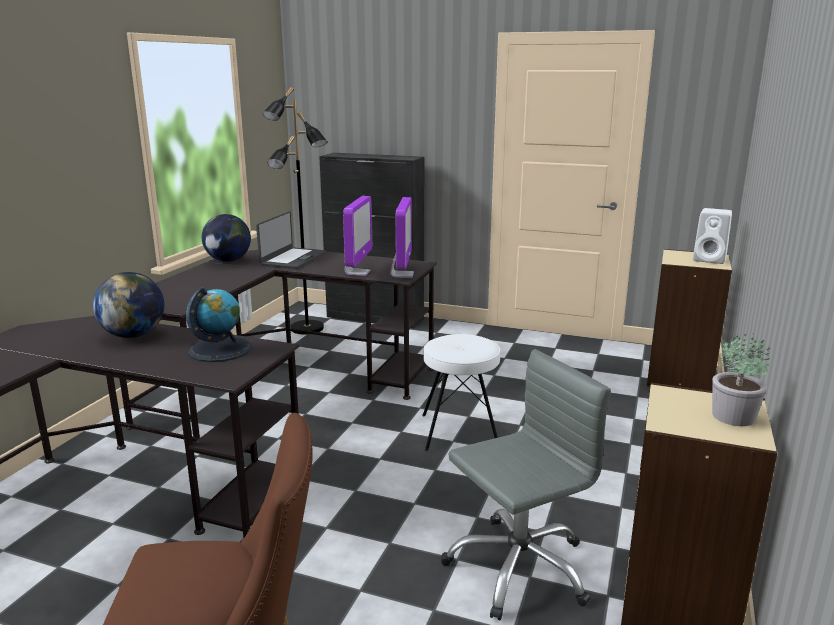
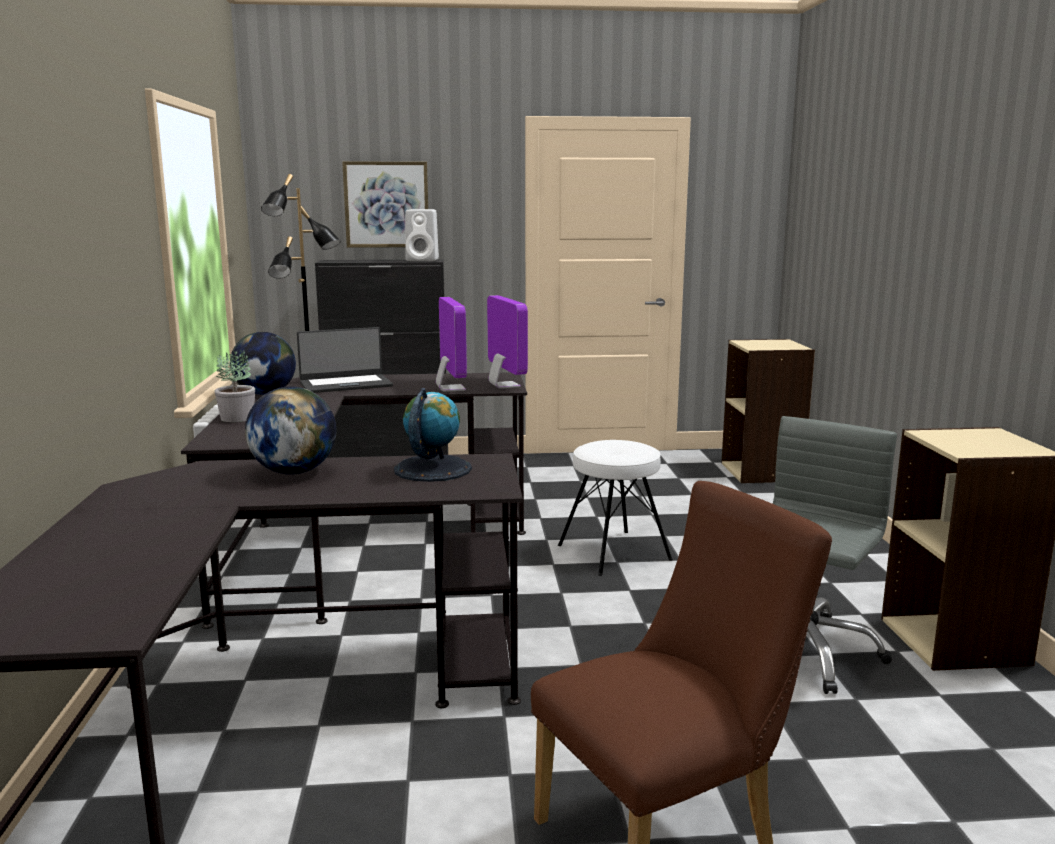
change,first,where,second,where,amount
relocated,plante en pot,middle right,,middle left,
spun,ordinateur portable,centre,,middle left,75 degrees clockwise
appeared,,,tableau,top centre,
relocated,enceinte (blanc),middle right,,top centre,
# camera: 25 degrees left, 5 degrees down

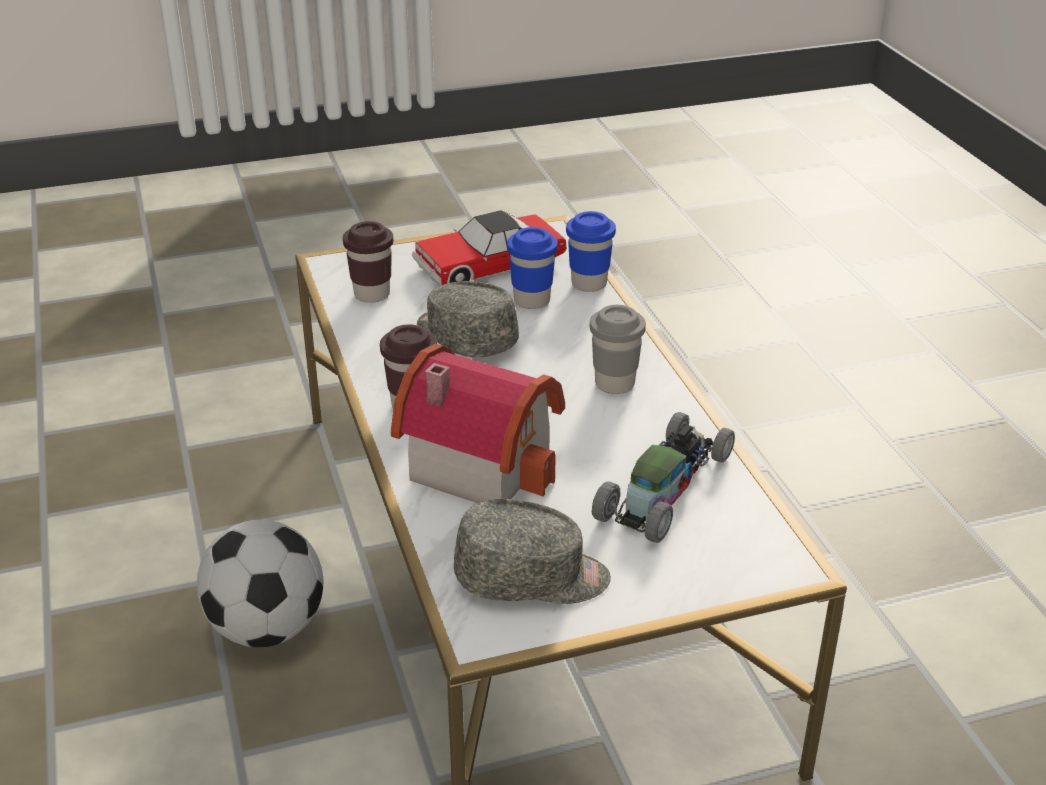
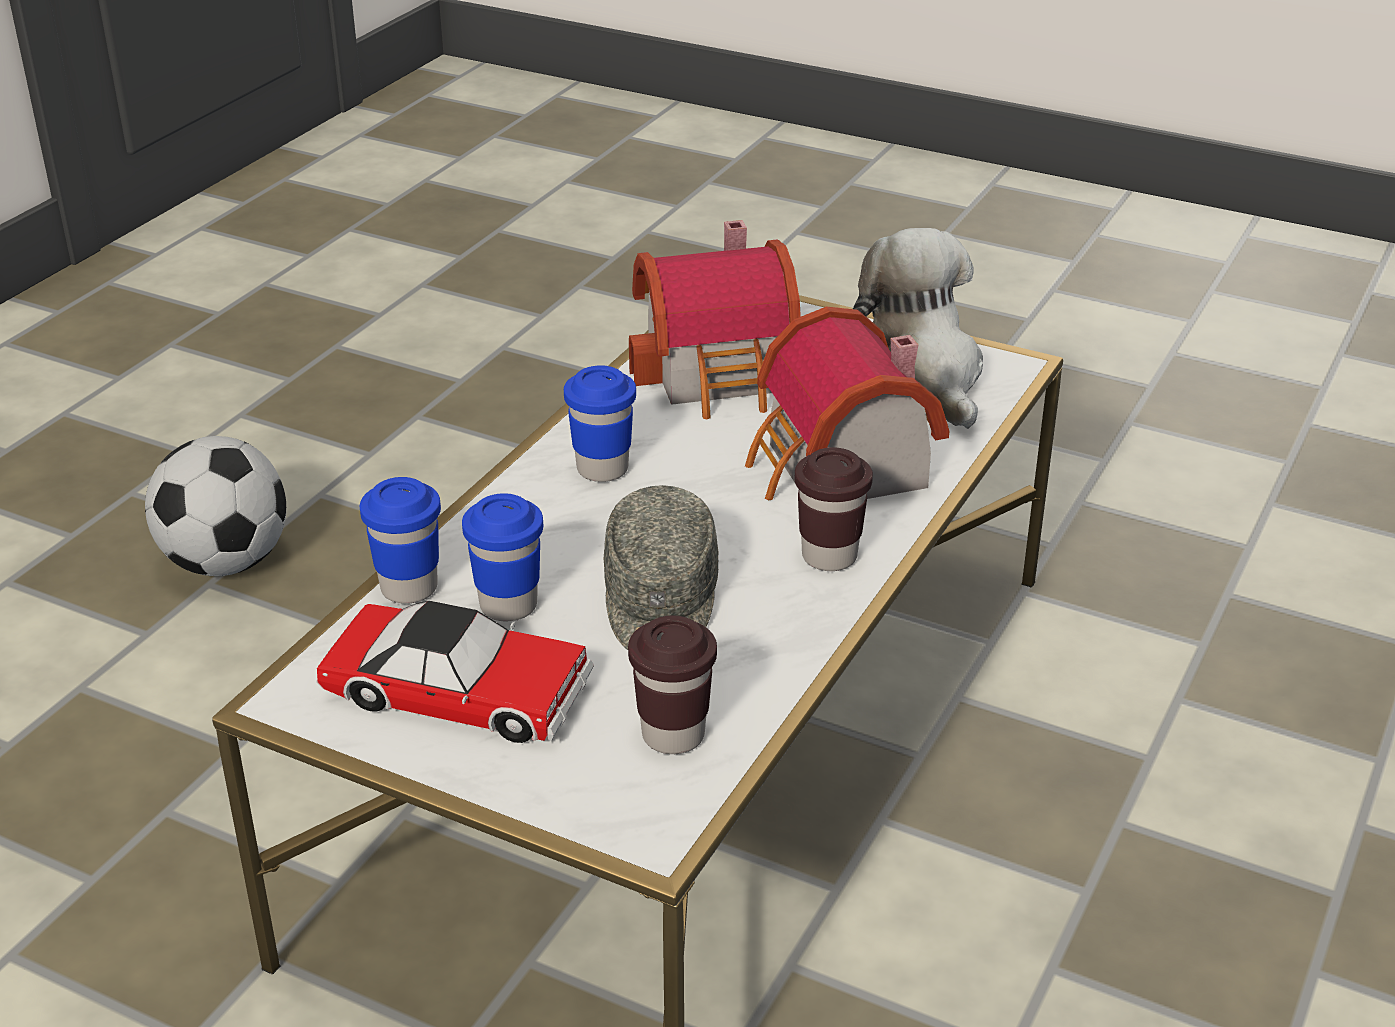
change,first,where,second,where,amount
relocated,ballon de foot,bottom left,,middle left,
colour,tasse (gris),centre,tasse (bleu) (no. 3 from left),centre,
exchanged,petite voiture (no. 2 from left),centre,maison miniature (no. 1 from left),top centre,
exchanged,casquette (gris) (no. 2 from left),bottom centre,peluche,top centre,
# camera: 135 degrees left, 0 degrees up

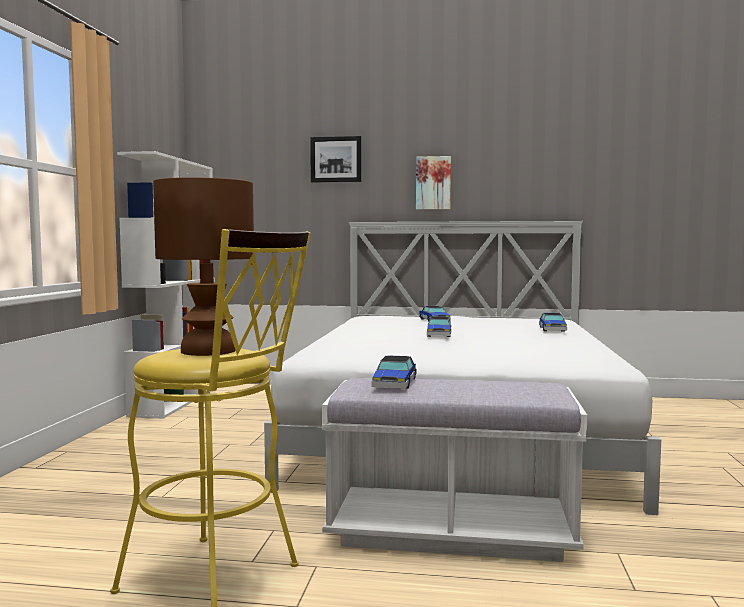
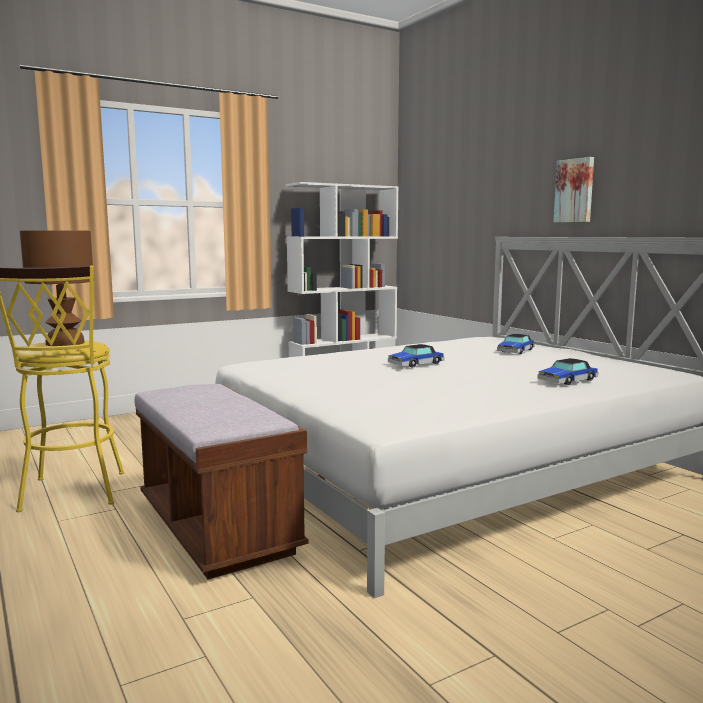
change,first,where,second,where,amount
colour,banc (blanc),bottom centre,banc (marron),bottom left,
missing,tableau (no. 1 from left),top centre,,,
missing,petite voiture (no. 1 from left),centre,,,
# camera: 50 degrees right, 5 degrees up

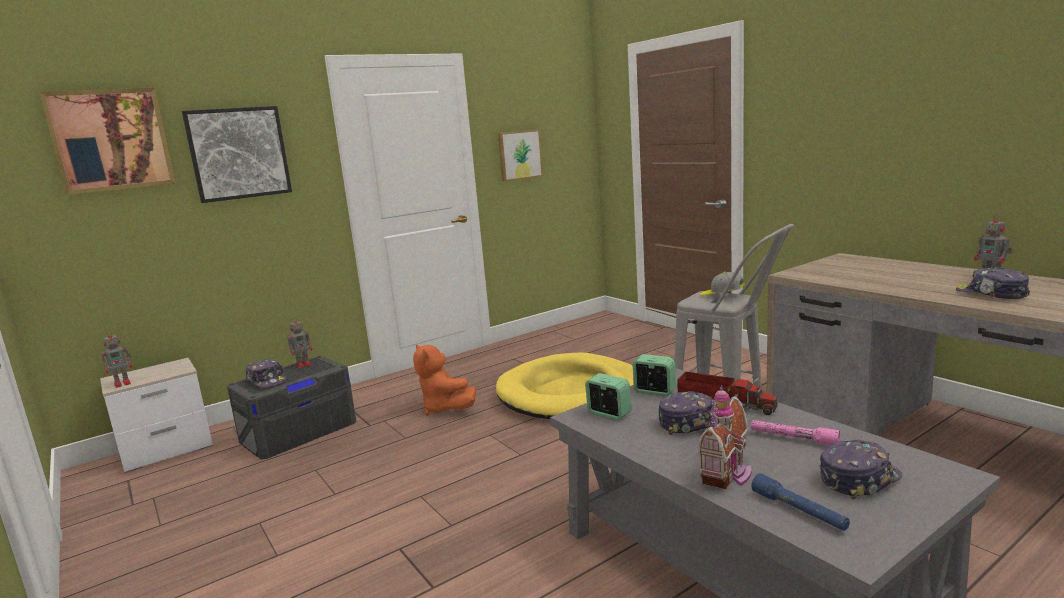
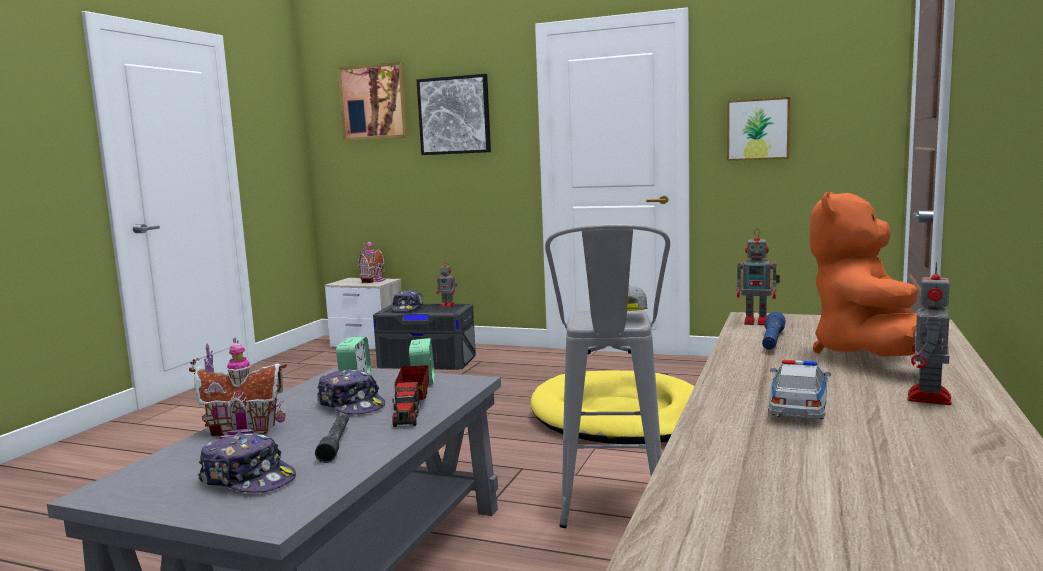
change,first,where,second,where,amount
colour,lampe de poche (rose),bottom right,lampe de poche (gris),bottom left,
appeared,,,maison miniature (no. 2 from left),centre,
relocated,robot jouet (no. 1 from left in the first image),middle left,robot jouet (no. 2 from left),middle right,
relocated,lampe de poche (bleu),bottom right,,middle right,
exchanged,casquette (no. 5 from left),middle right,petite voiture,bottom right,
relocated,peluche (orange),centre,,middle right,
# camera: 55 degrees right, 5 degrees down

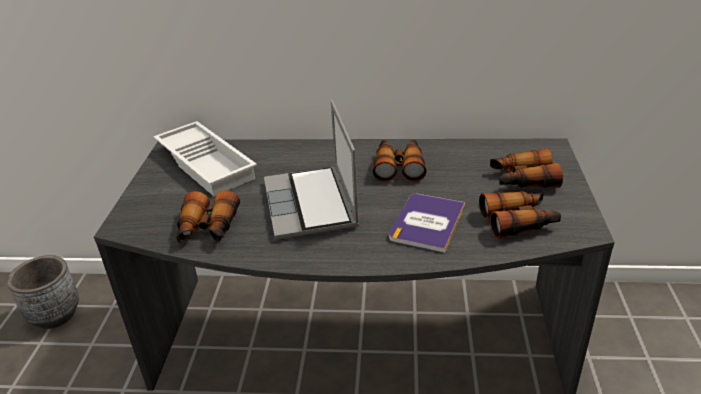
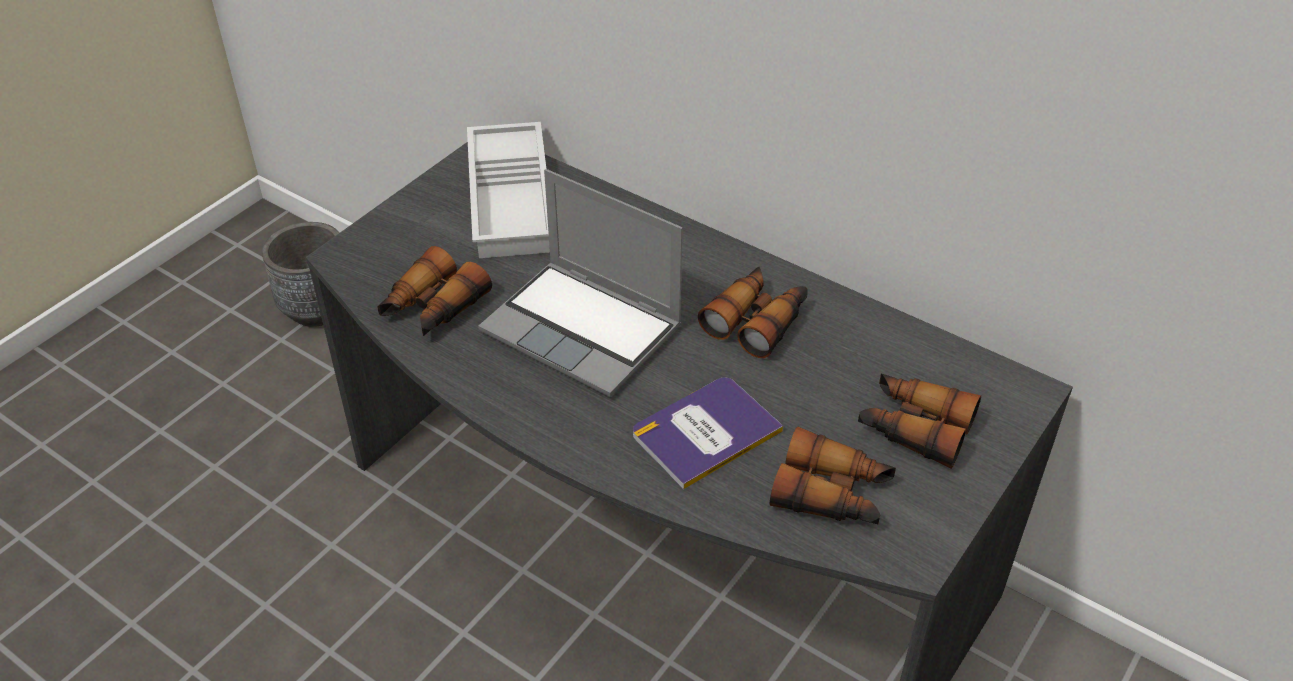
change,first,where,second,where,amount
spun,ordinateur portable,centre,,centre,75 degrees counterclockwise
# camera: 30 degrees right, 10 degrees up

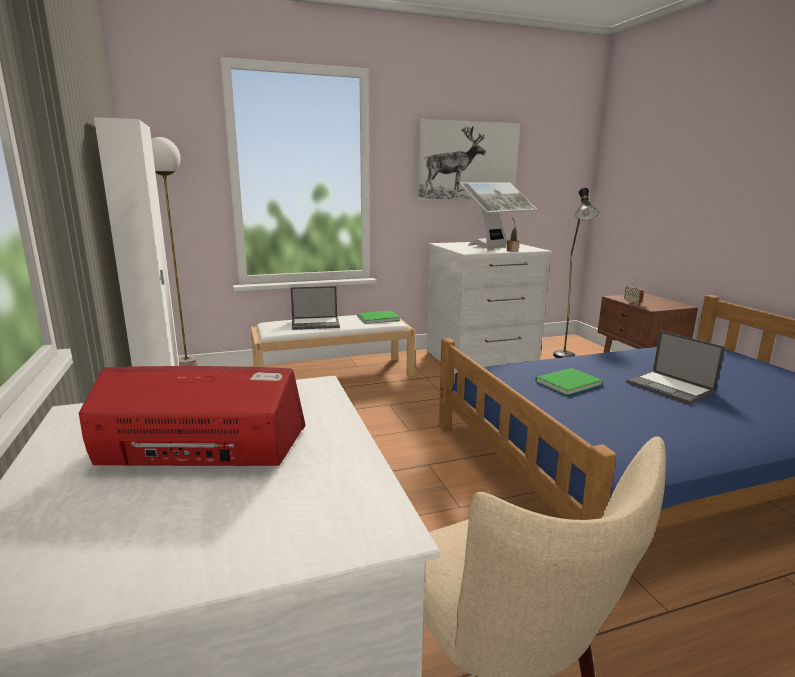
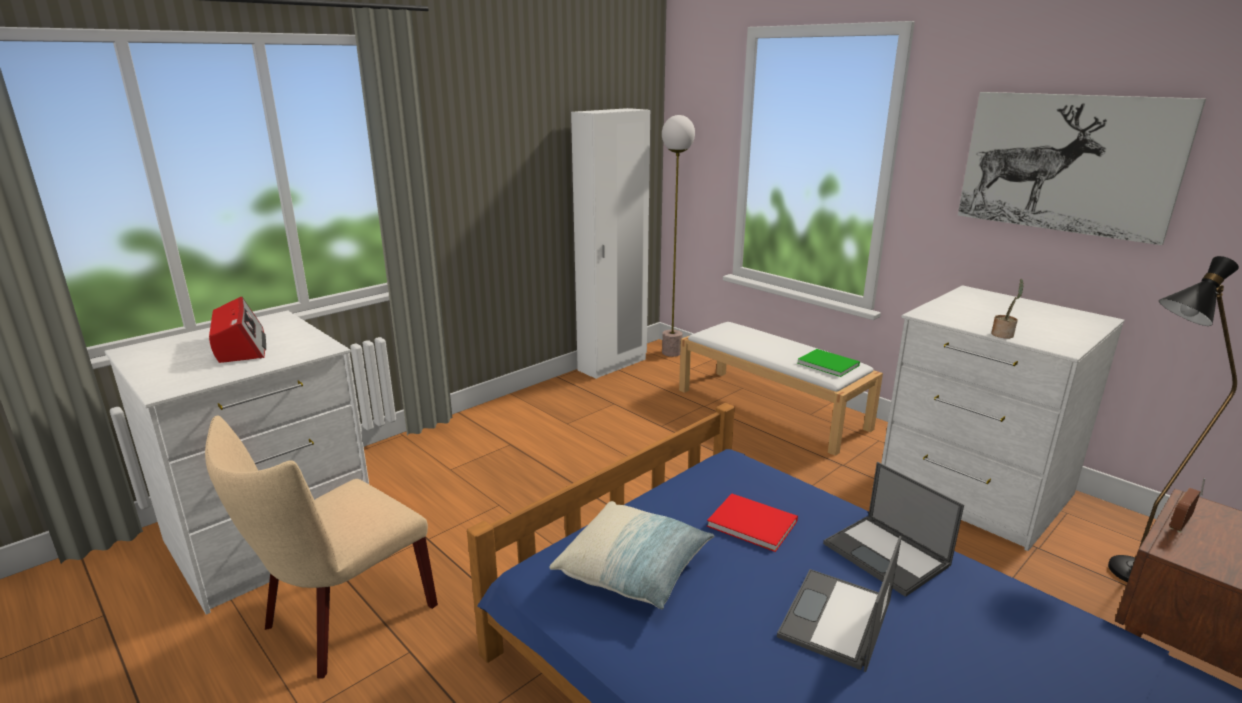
change,first,where,second,where,amount
appeared,,,coussin,bottom centre,
colour,livre (vert) (no. 2 from left),middle right,livre (rouge),bottom centre,
relocated,ordinateur portable (no. 1 from left in the first image),centre,ordinateur portable (no. 2 from left),bottom right,
missing,écran d'ordinateur,top centre,,,
# camera: 65 degrees right, 5 degrees up

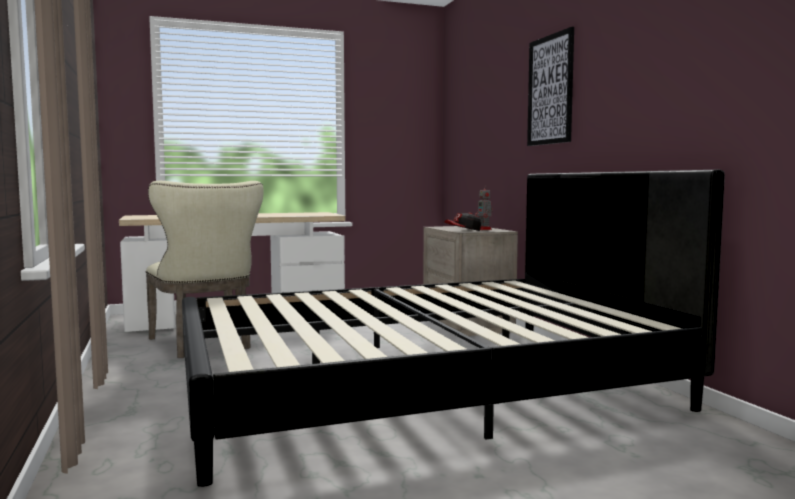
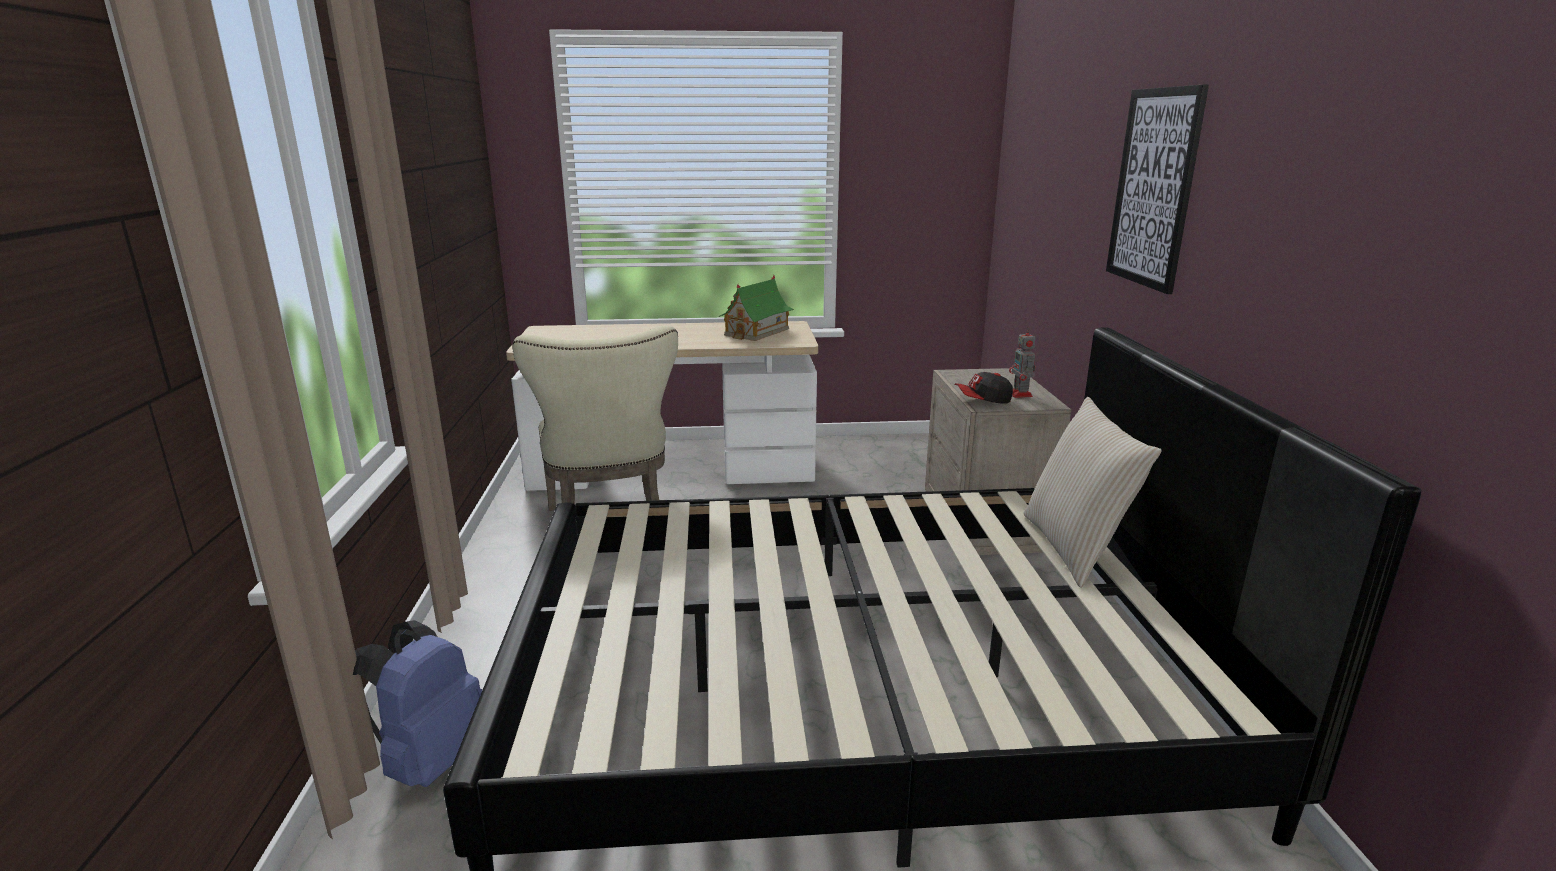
change,first,where,second,where,amount
appeared,,,sac à dos (bleu),bottom left,
appeared,,,maison miniature,centre,
appeared,,,coussin (beige),middle right,
# camera: 15 degrees right, 15 degrees up

